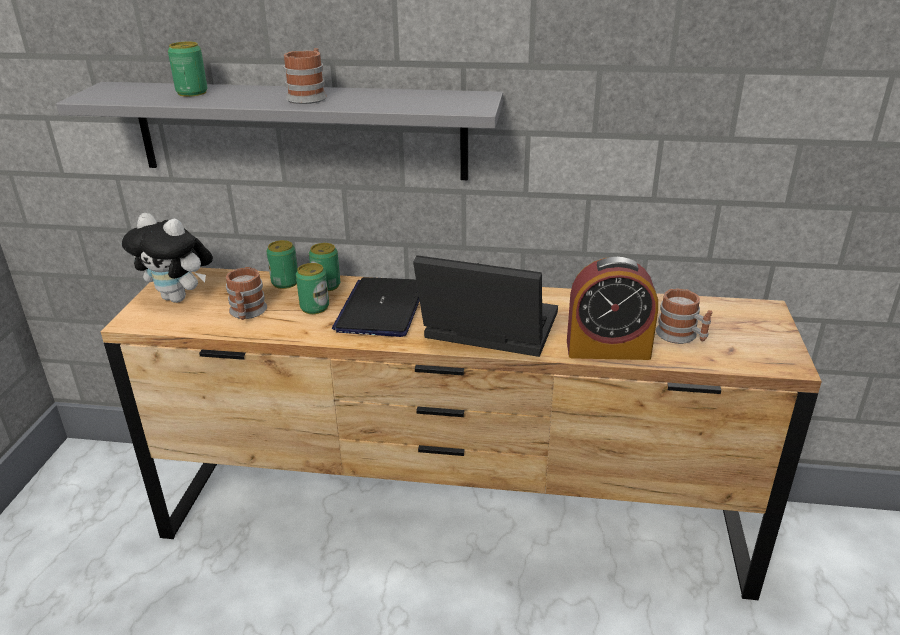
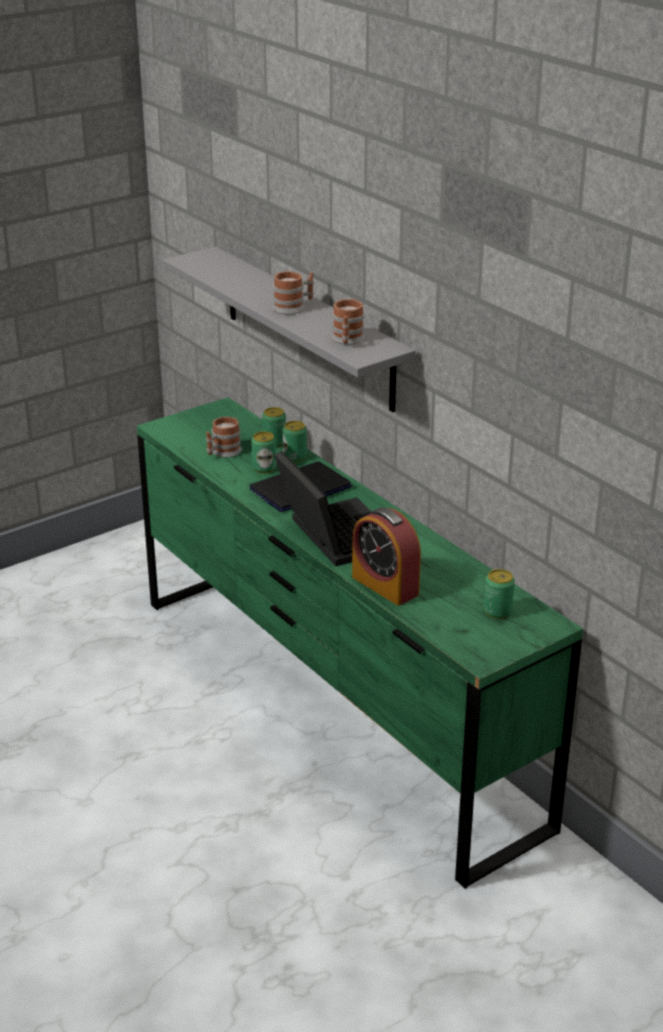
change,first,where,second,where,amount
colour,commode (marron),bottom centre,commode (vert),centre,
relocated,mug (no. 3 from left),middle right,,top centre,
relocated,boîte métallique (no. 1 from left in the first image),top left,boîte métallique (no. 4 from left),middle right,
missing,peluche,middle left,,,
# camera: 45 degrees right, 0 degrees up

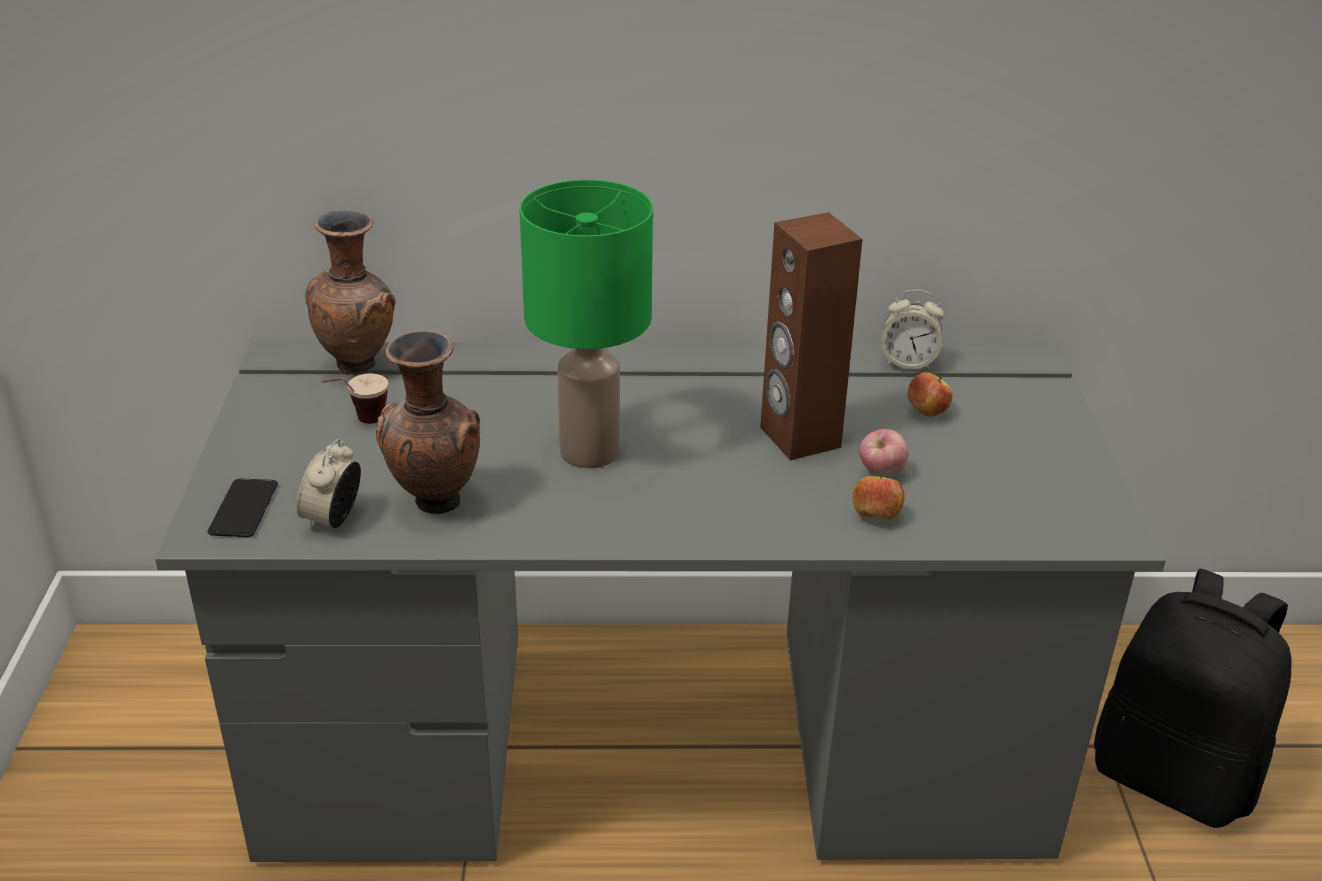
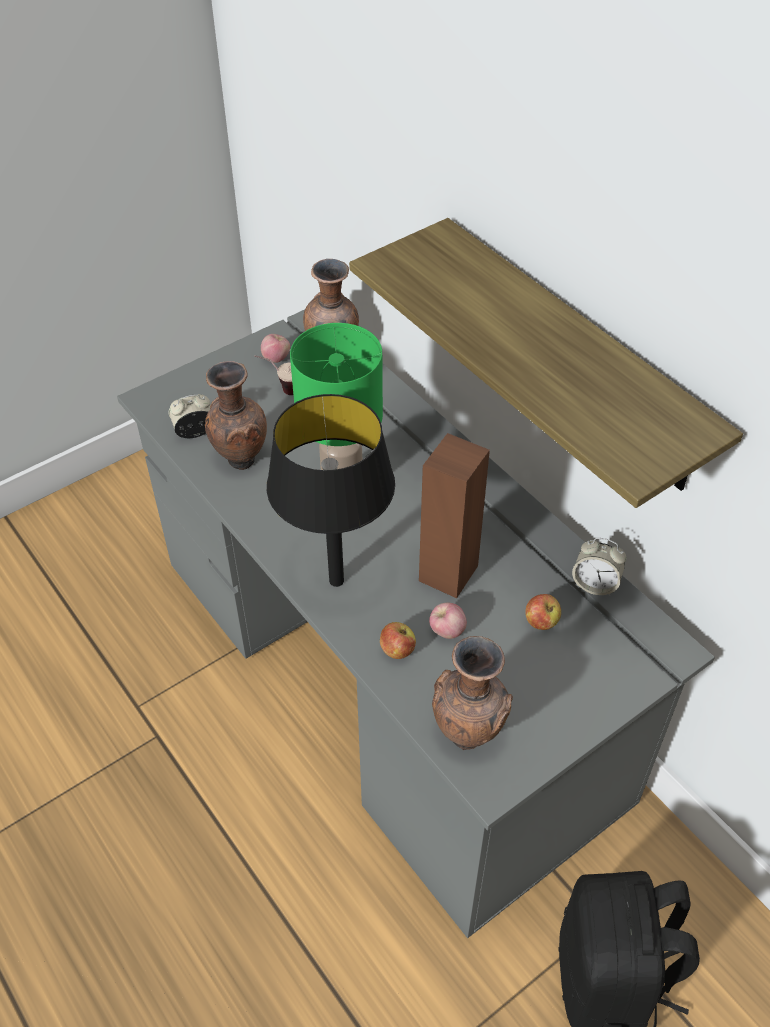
change,first,where,second,where,amount
appeared,,,pomme (no. 1 from left),centre,
appeared,,,lampe de table (noir),centre,
appeared,,,étagère,middle right,
appeared,,,vase (marron) (no. 3 from left),bottom centre,
spun,réveil (no. 2 from left),middle right,,middle right,45 degrees counterclockwise
missing,téléphone,middle left,,,
# camera: 55 degrees right, 15 degrees up

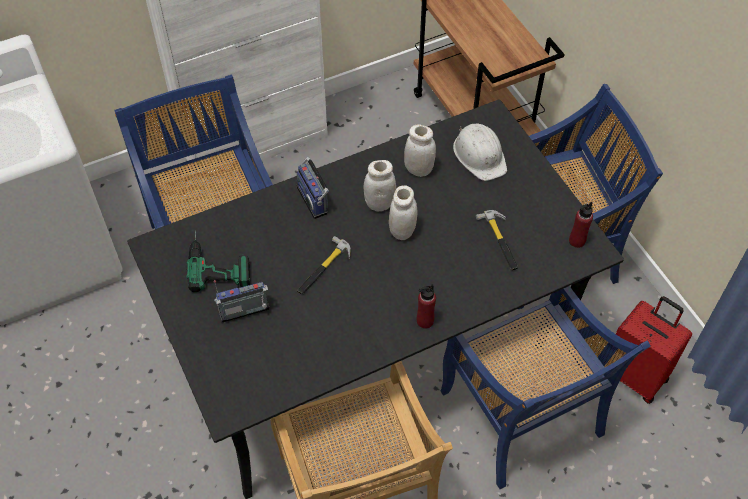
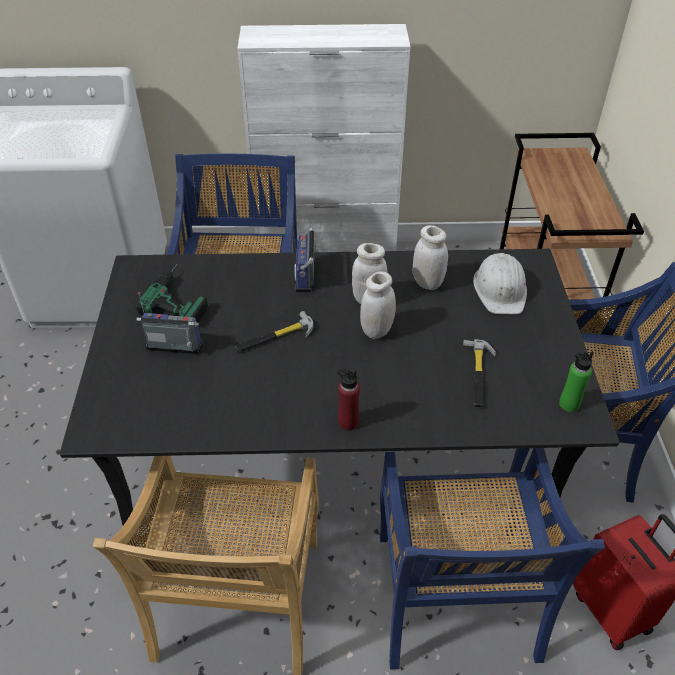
change,first,where,second,where,amount
colour,bouteille (rouge) (no. 2 from left),middle right,bouteille (vert),middle right,
# camera: 25 degrees right, 10 degrees down

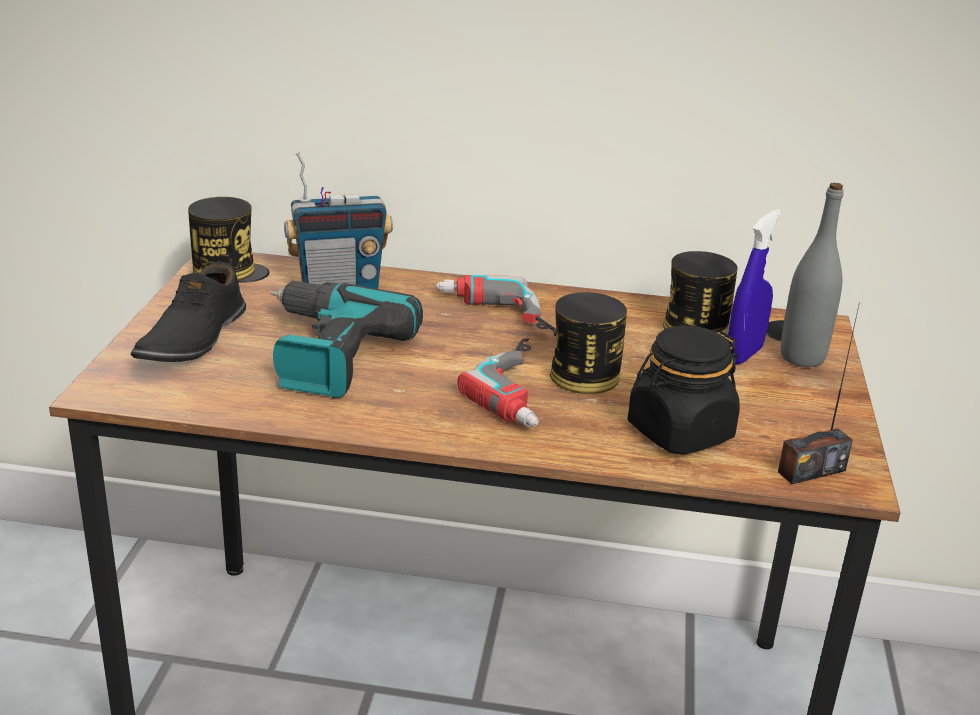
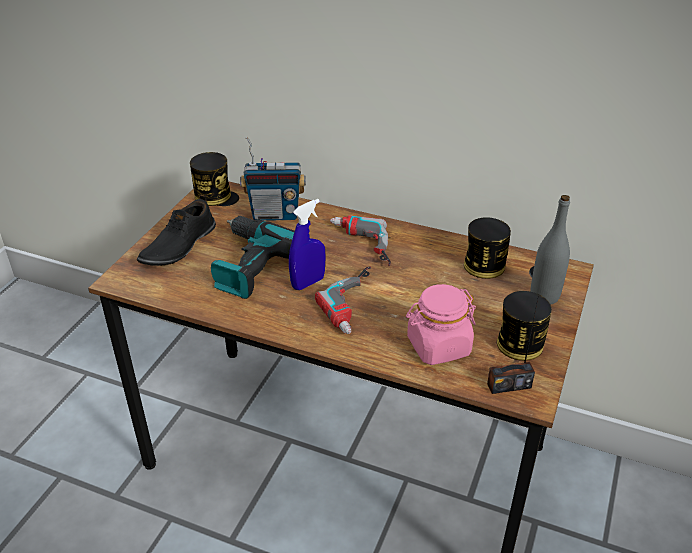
change,first,where,second,where,amount
relocated,vaporisateur (bleu),middle right,,centre,
colour,bocal (noir),middle right,bocal (rose),centre,
relocated,boîte métallique (no. 2 from left in the first image),centre,boîte métallique (no. 3 from left),middle right,
# camera: 15 degrees right, 10 degrees up

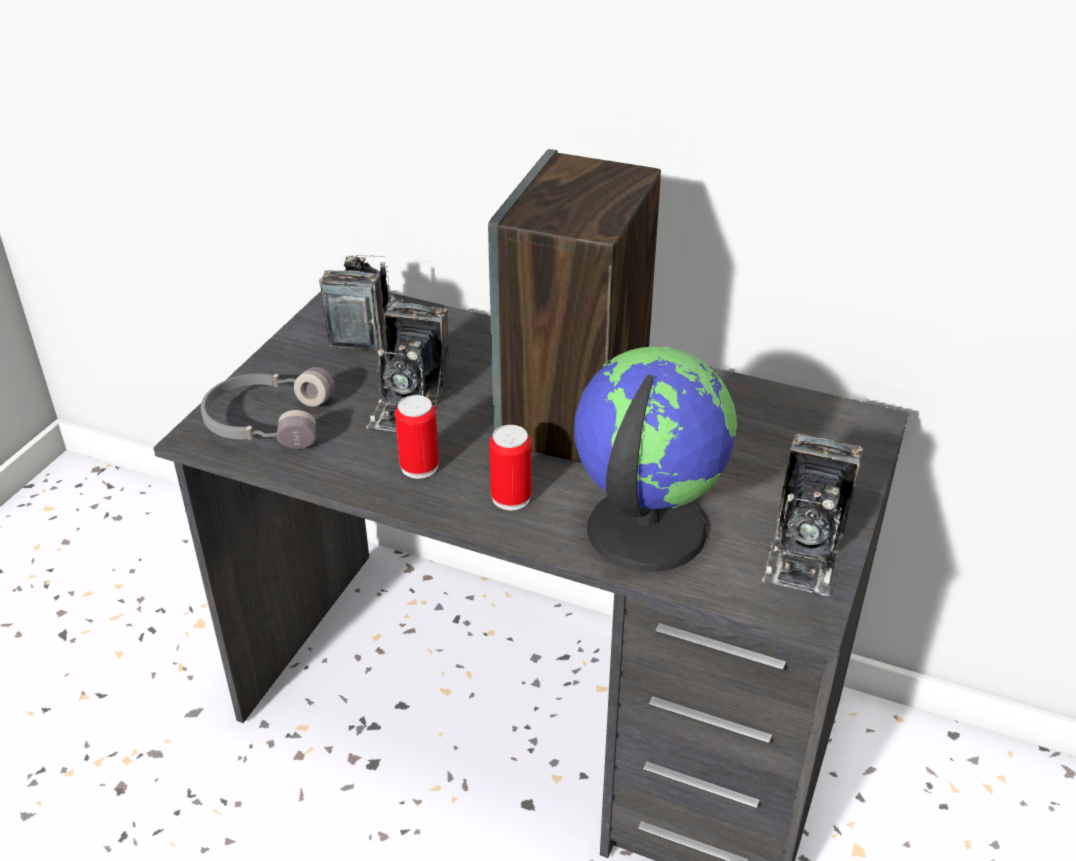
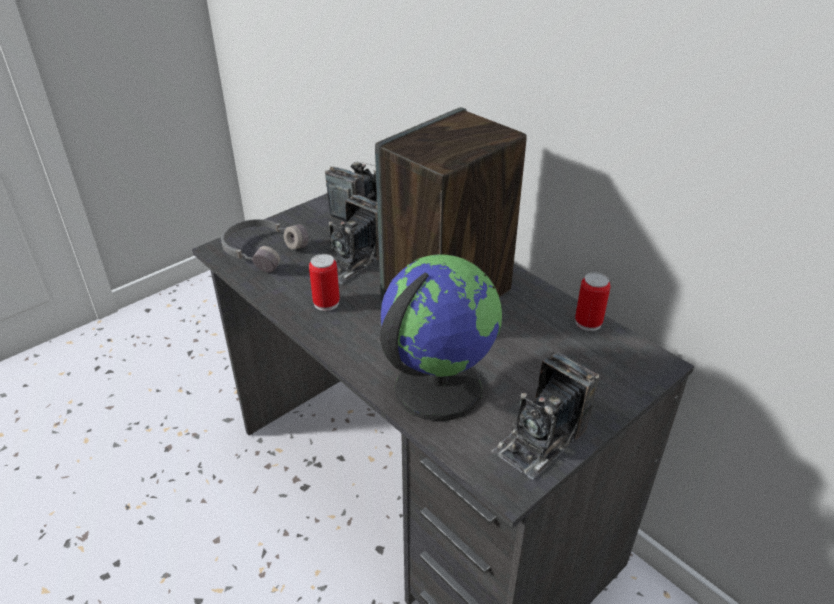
change,first,where,second,where,amount
relocated,boîte métallique (no. 2 from left),centre,,middle right,
# camera: 25 degrees right, 0 degrees up

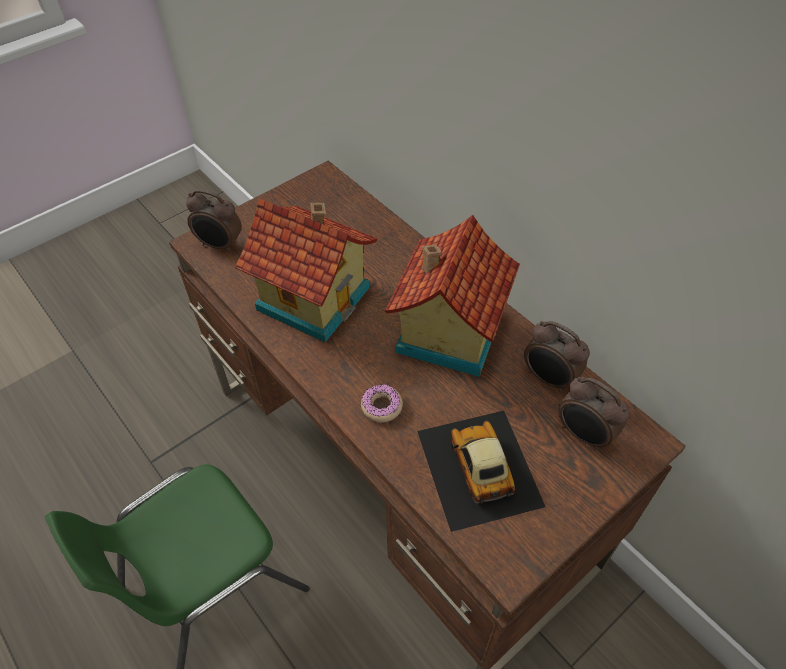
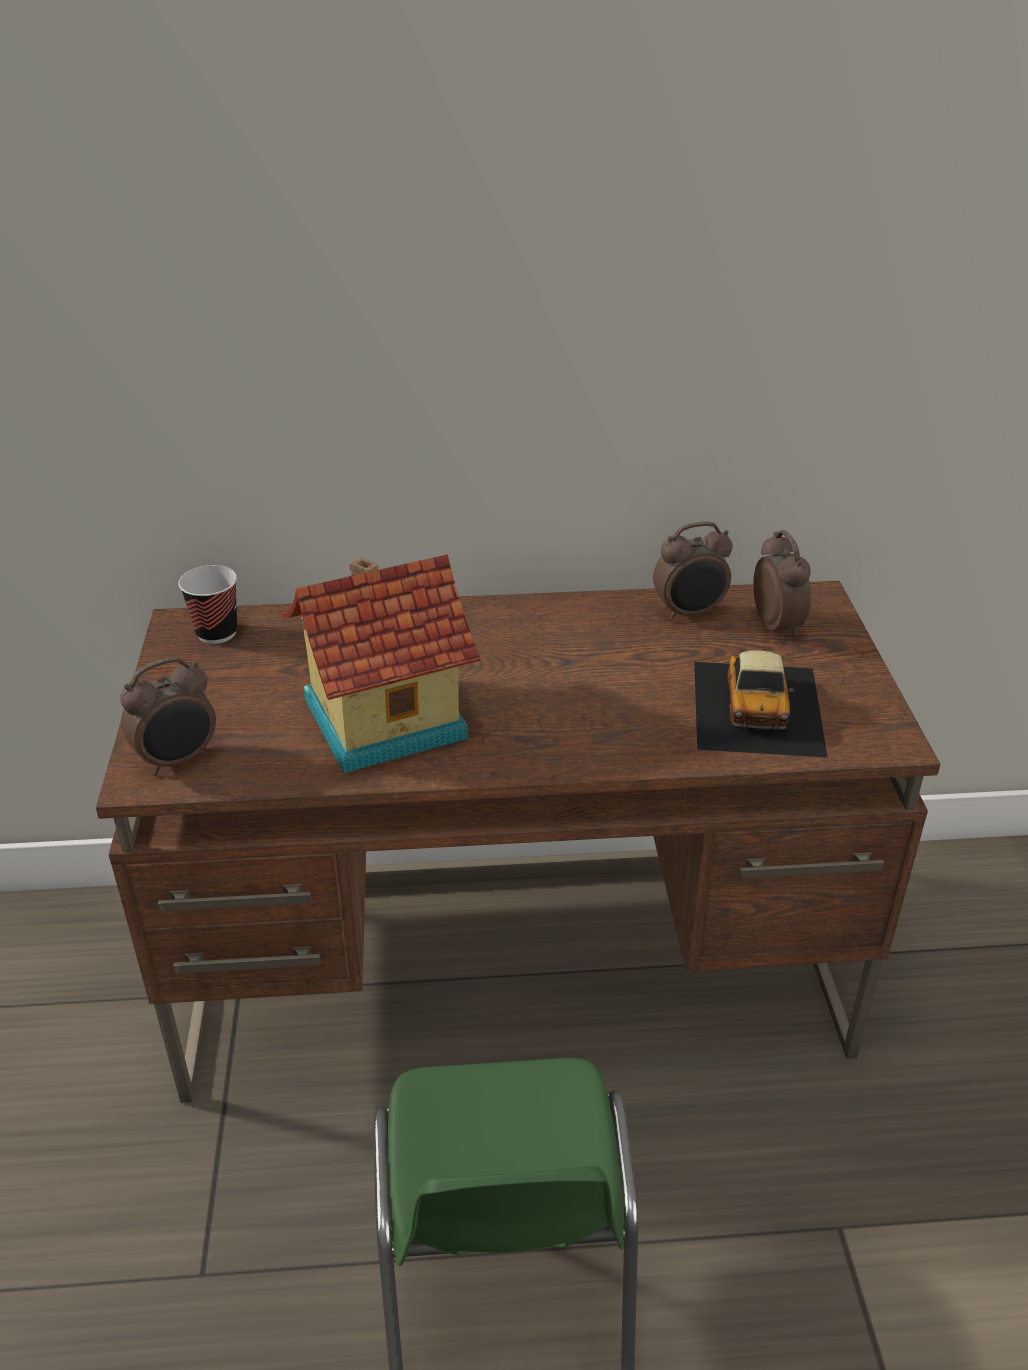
change,first,where,second,where,amount
appeared,,,tasse,middle left,
spun,petite voiture,bottom centre,,middle right,105 degrees counterclockwise
spun,réveil (no. 3 from left),middle right,,middle right,90 degrees counterclockwise
missing,beignet,centre,,,
missing,maison miniature (no. 2 from left),centre,,,
# camera: 55 degrees left, 15 degrees down

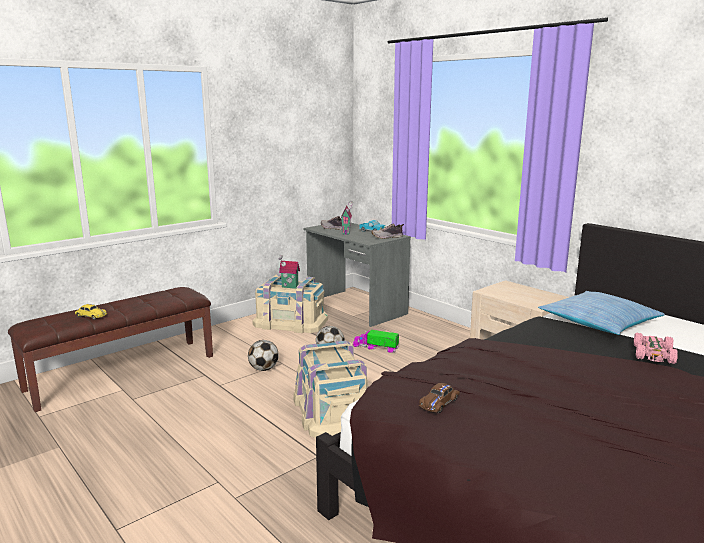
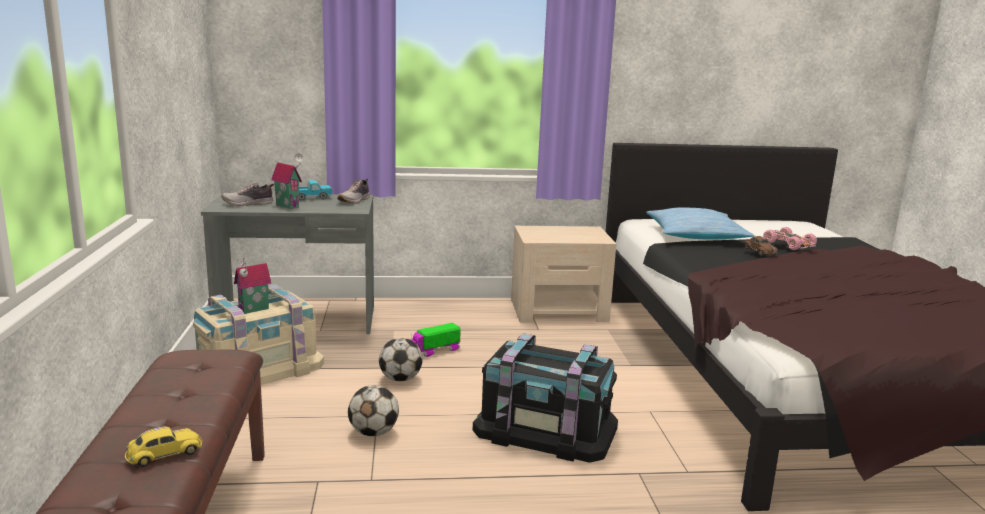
change,first,where,second,where,amount
colour,boîte de rangement (beige) (no. 2 from left),bottom centre,boîte de rangement (noir),bottom centre,
relocated,petite voiture (marron),bottom centre,,middle right,
# camera: 55 degrees left, 0 degrees up

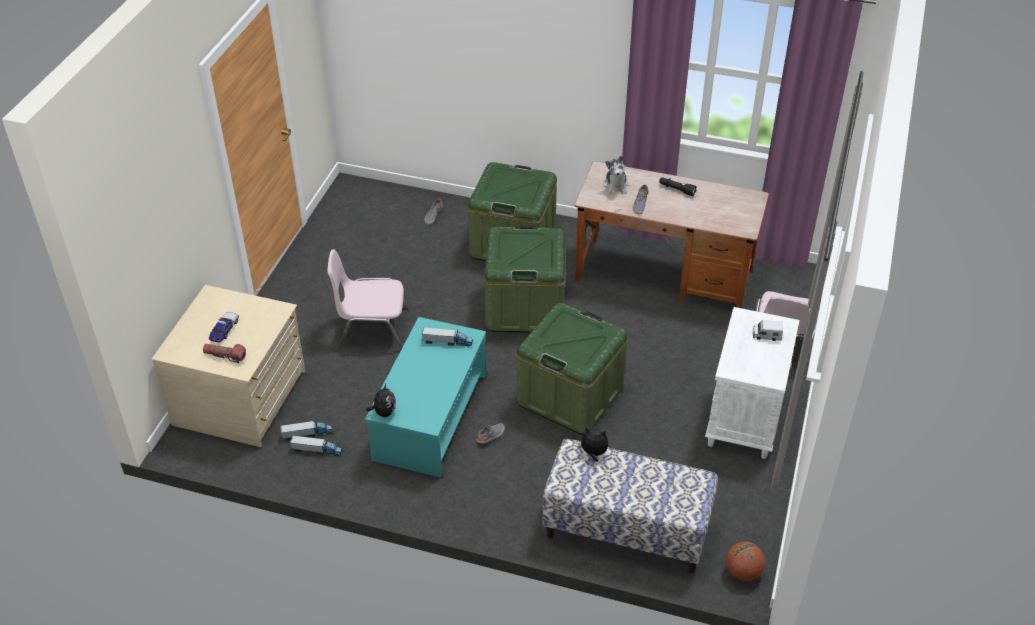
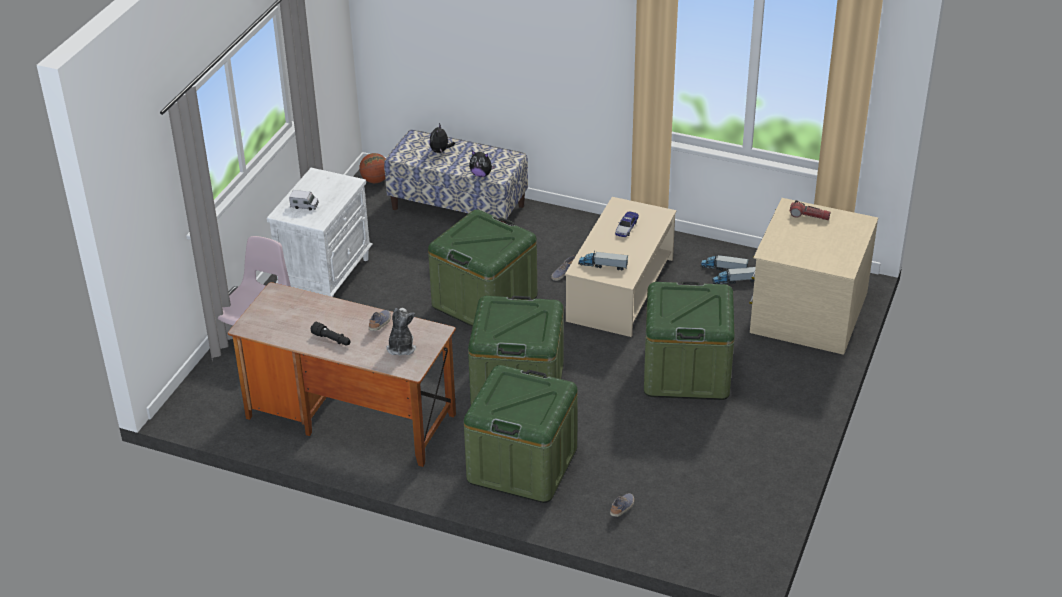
change,first,where,second,where,amount
relocated,peluche (no. 1 from left in the first image),centre,peluche (no. 2 from left),top centre,
colour,table basse (turquoise),centre,table basse (beige),centre,
relocated,petite voiture,middle left,,centre,
exchanged,chaise (rose) (no. 1 from left),centre,boîte de rangement (vert) (no. 4 from left),centre,
# camera: 175 degrees left, 5 degrees down

